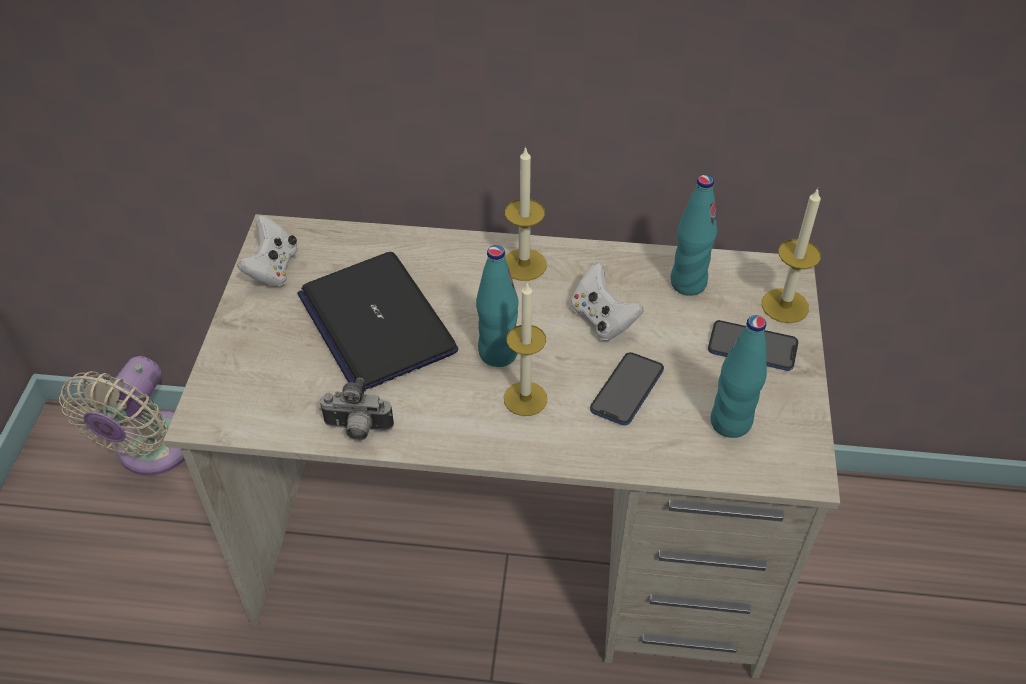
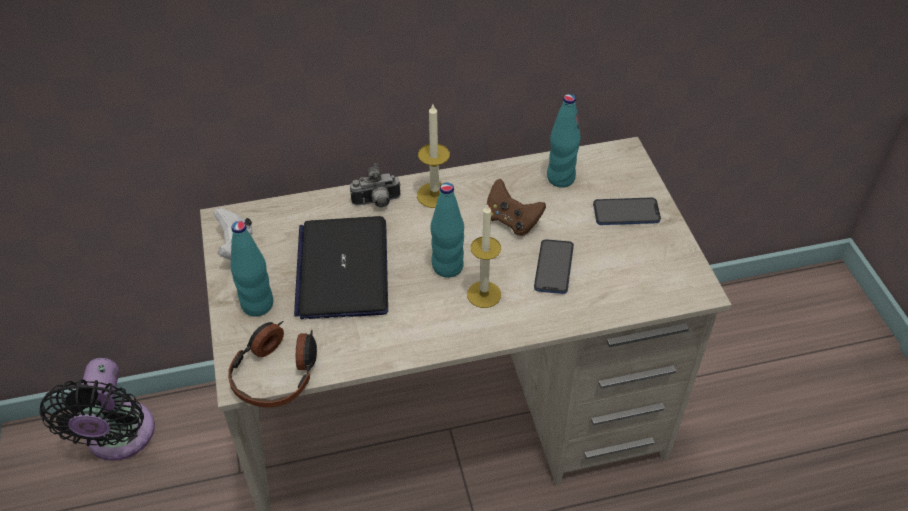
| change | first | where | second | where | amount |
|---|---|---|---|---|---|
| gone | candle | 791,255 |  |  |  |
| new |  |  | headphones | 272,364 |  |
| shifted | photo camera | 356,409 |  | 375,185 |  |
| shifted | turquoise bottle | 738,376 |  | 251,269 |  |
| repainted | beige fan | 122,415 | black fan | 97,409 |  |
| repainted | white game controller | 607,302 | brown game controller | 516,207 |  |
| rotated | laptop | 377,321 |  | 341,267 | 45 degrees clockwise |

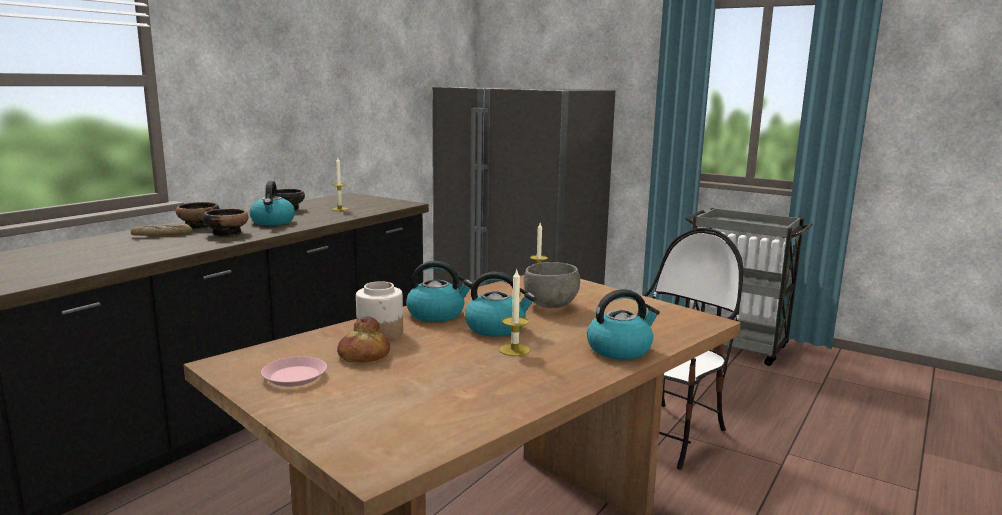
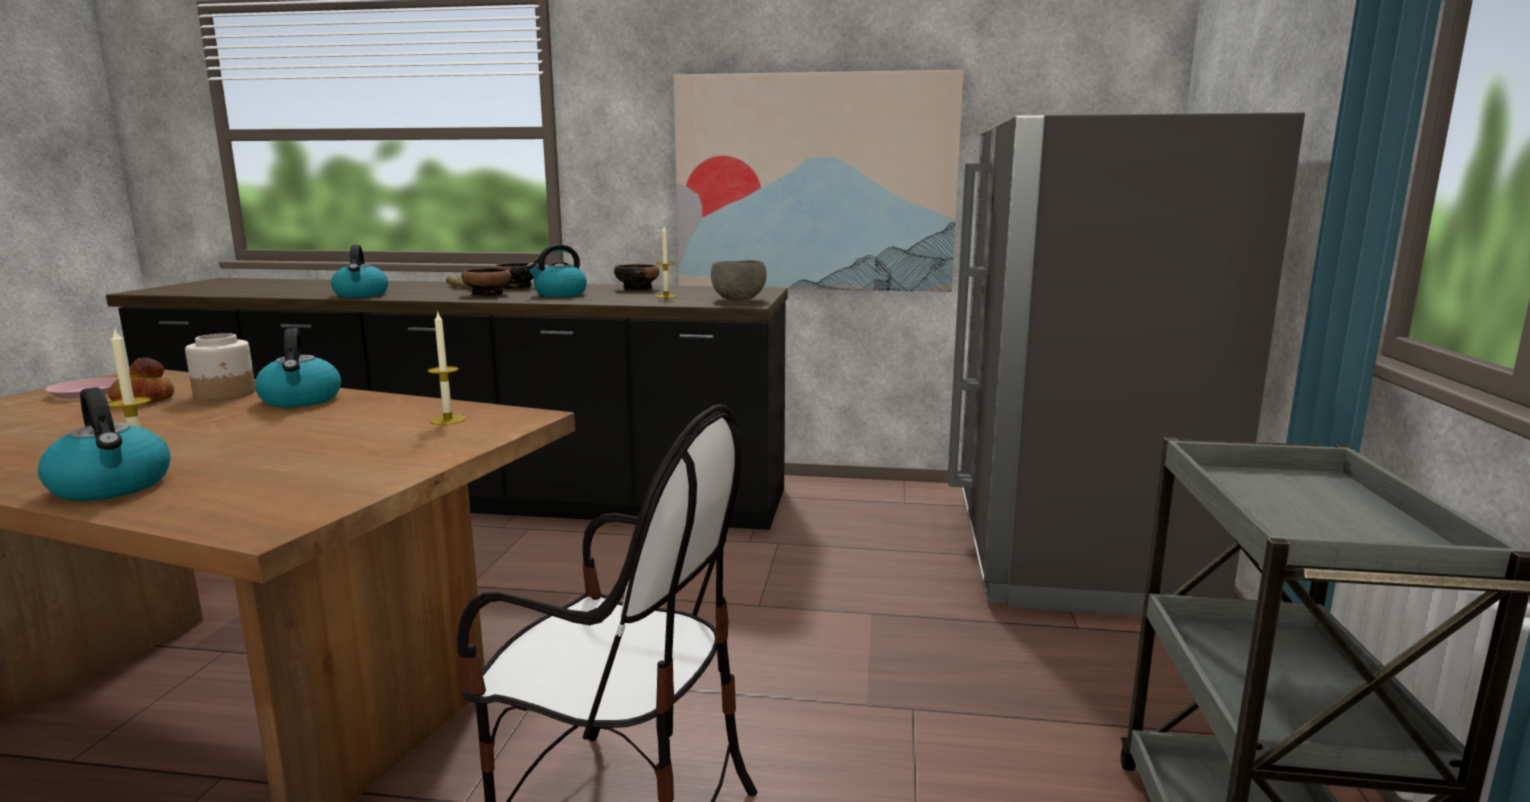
| change | first | where | second | where | amount |
|---|---|---|---|---|---|
| new |  |  | picture | 819,180 |  |
| shifted | kettle | 500,304 |  | 359,271 |  |
| shifted | grey bowl | 552,285 |  | 739,280 |  |

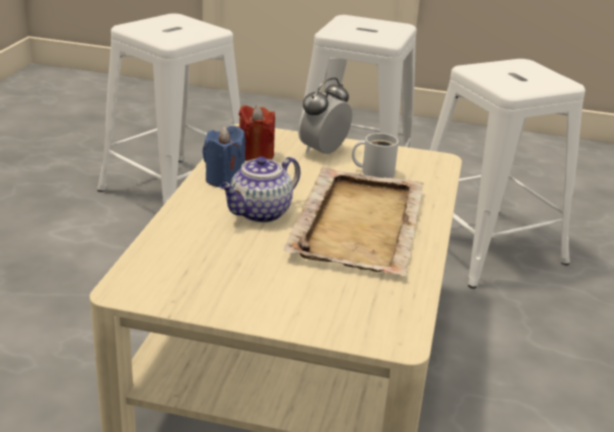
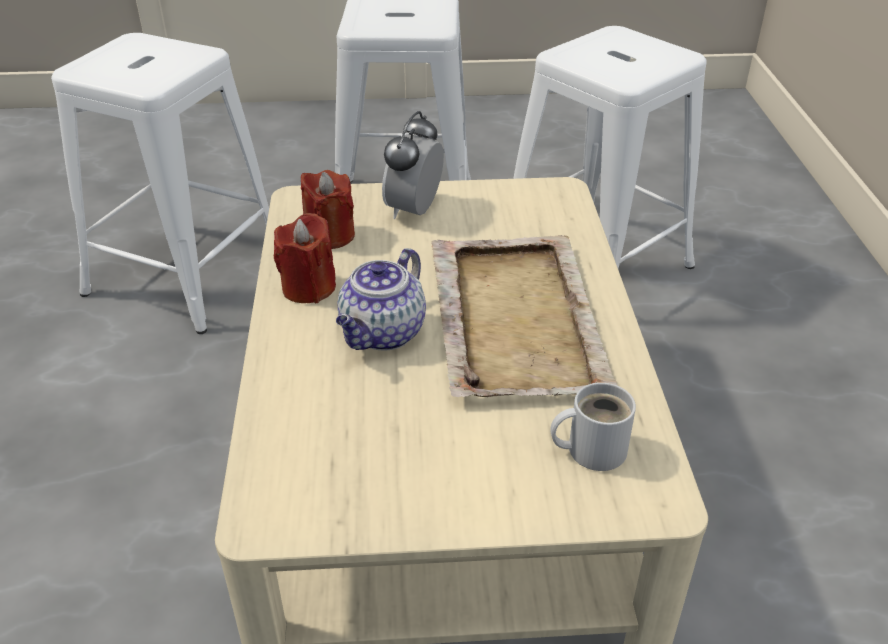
| change | first | where | second | where | amount |
|---|---|---|---|---|---|
| shifted | white mug | 375,155 |  | 593,426 |  |
| repainted | blue candle | 224,156 | red candle | 305,258 |  |

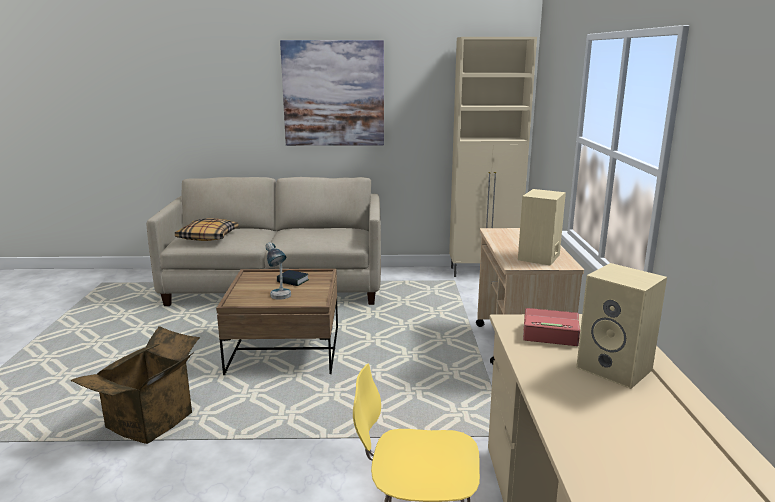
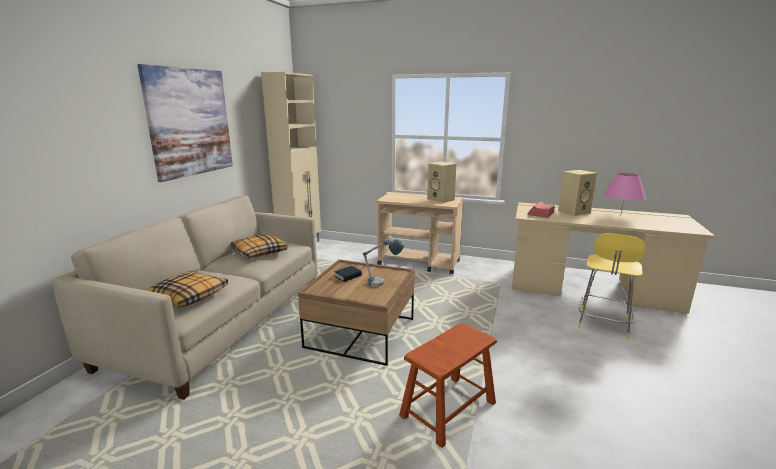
| change | first | where | second | where | amount |
|---|---|---|---|---|---|
| new |  |  | pillow | 259,246 |  |
| new |  |  | pink table lamp | 624,194 |  |
| swapped | cardboard box | 135,385 | brown stool | 448,385 |  |

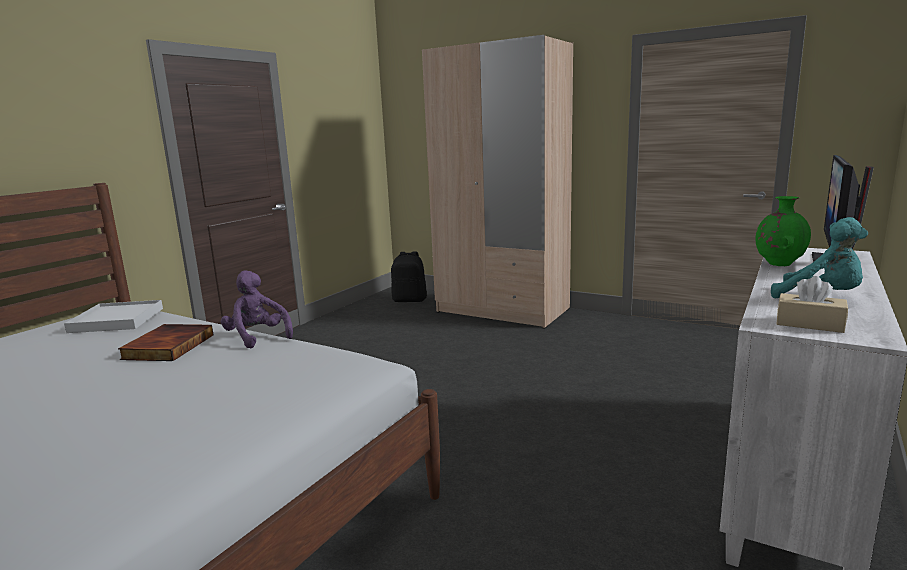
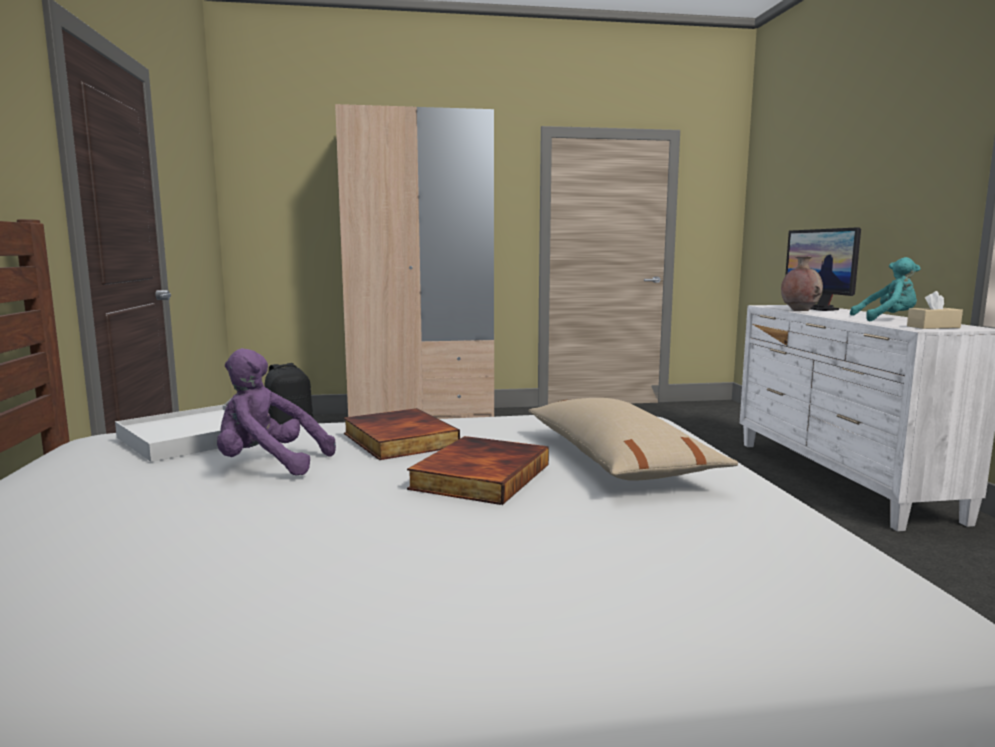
| change | first | where | second | where | amount |
|---|---|---|---|---|---|
| new |  |  | book | 478,470 |  |
| new |  |  | beige pillow | 633,439 |  |
| shifted | purple plush toy | 257,309 |  | 276,412 |  |
| repainted | green vase | 783,231 | brown vase | 802,283 |  |

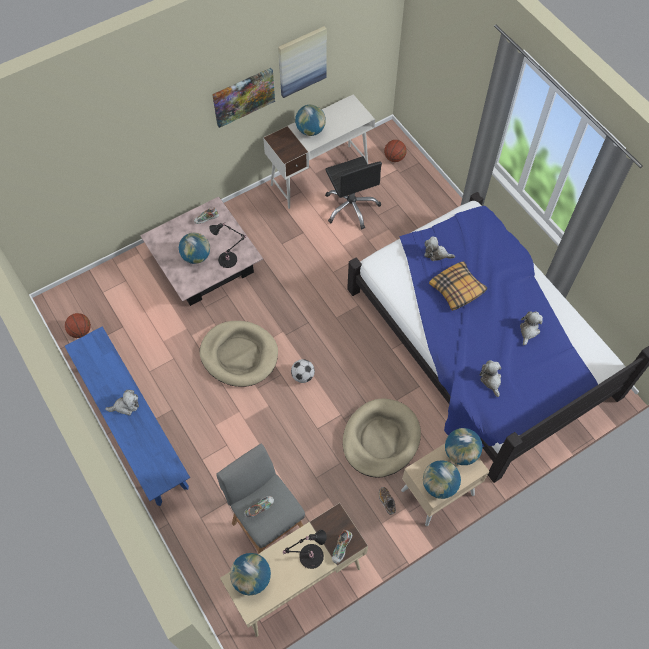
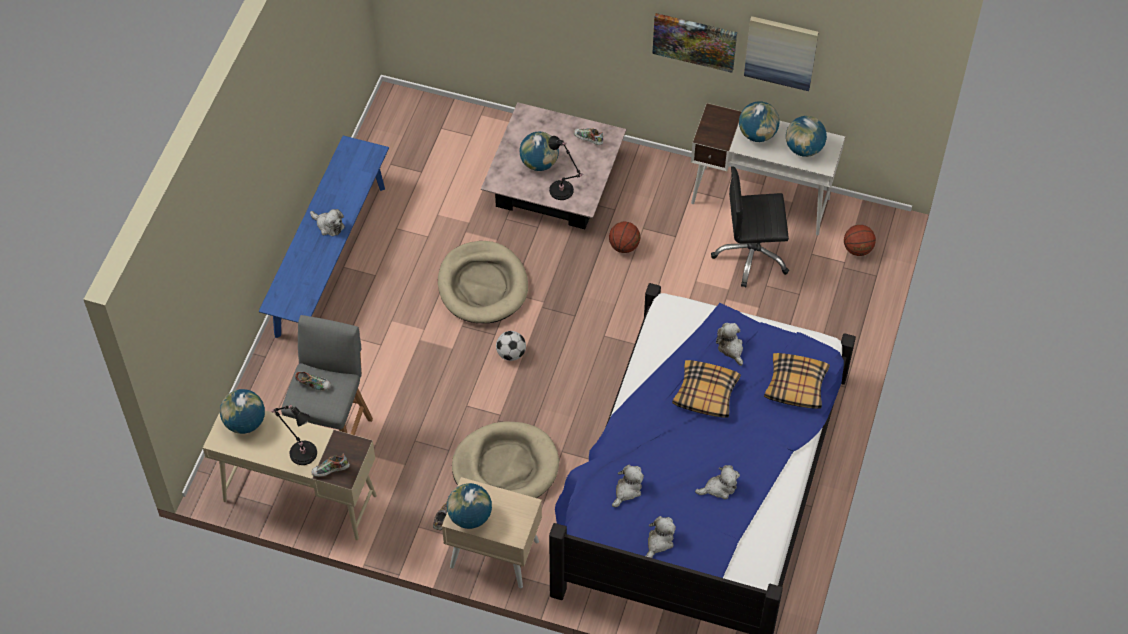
| change | first | where | second | where | amount |
|---|---|---|---|---|---|
| new |  |  | plush toy | 661,537 |  |
| new |  |  | pillow | 797,381 |  |
| shifted | basketball | 78,325 |  | 624,237 |  |
| shifted | globe | 464,446 |  | 806,136 |  |
| rotated | black office chair | 353,192 |  | 750,226 | 60 degrees clockwise |

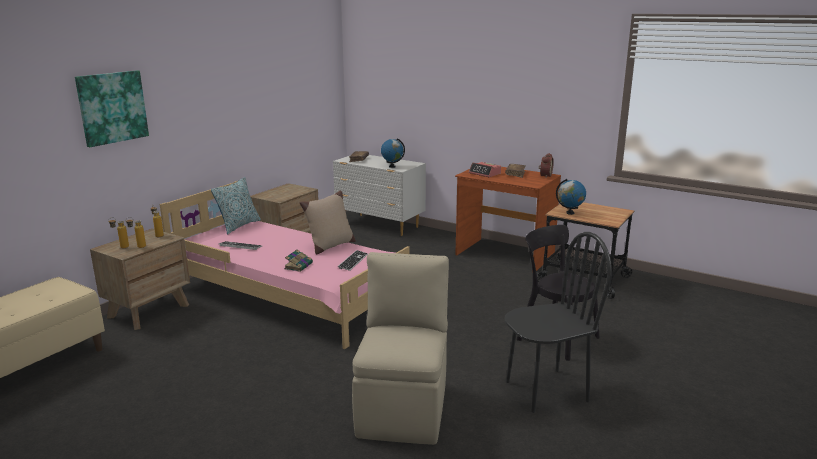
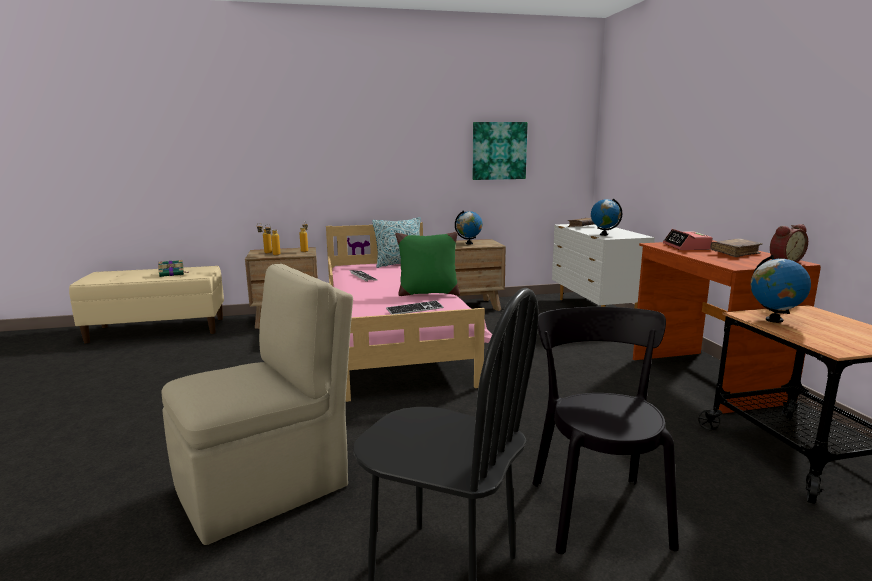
| change | first | where | second | where | amount |
|---|---|---|---|---|---|
| new |  |  | globe | 468,227 |  |
| shifted | picture | 112,108 |  | 500,151 |  |
| shifted | book | 298,260 |  | 173,268 |  |
| repainted | beige pillow | 328,222 | green pillow | 427,264 |  |

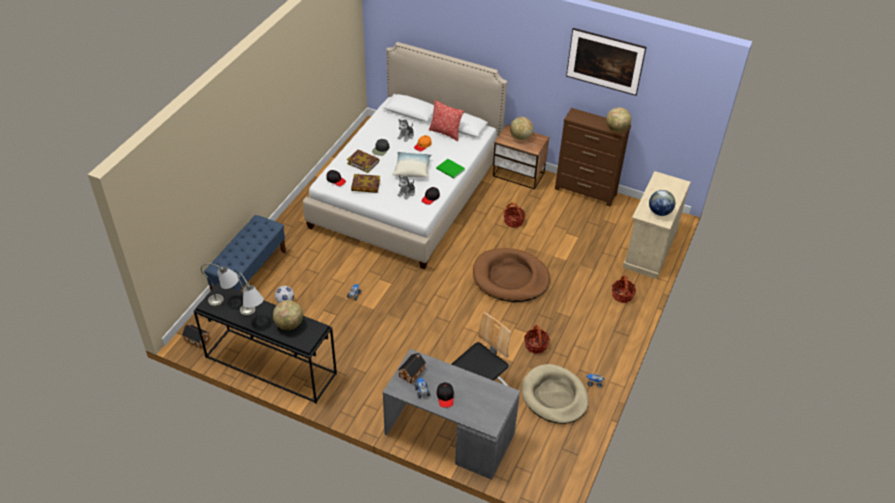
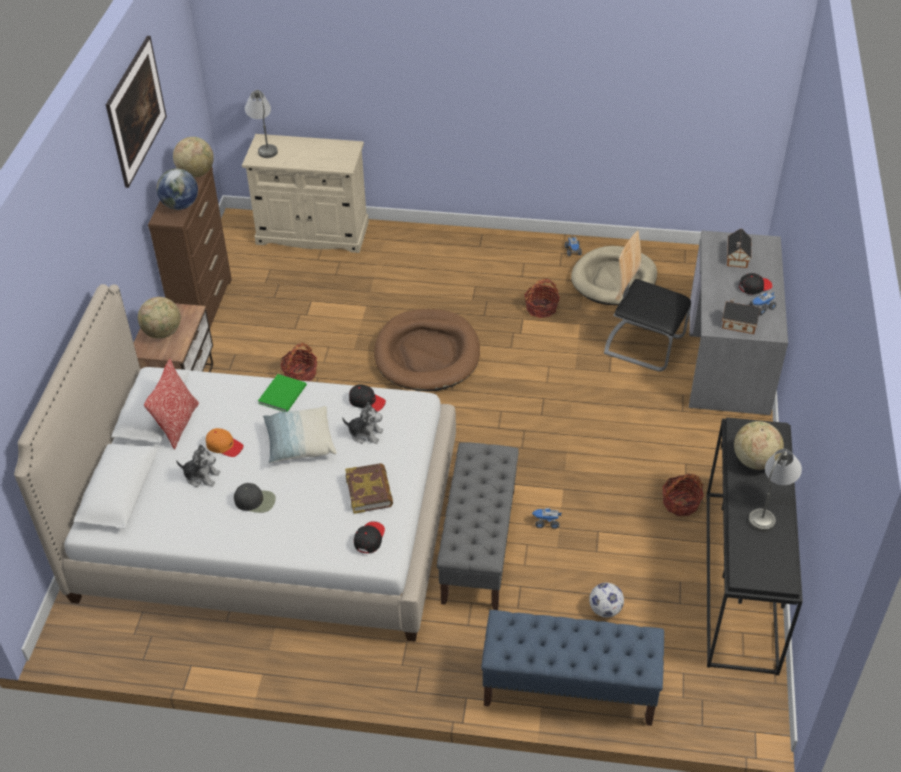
| change | first | where | second | where | amount |
|---|---|---|---|---|---|
| gone | book | 363,161 |  |  |  |
| new |  |  | grey bench | 478,526 |  |
| shifted | toy house | 196,335 |  | 739,248 |  |
| shifted | grey table lamp | 220,285 |  | 261,124 |  |
| shifted | basket | 624,289 |  | 683,495 |  |
| shifted | globe | 662,203 |  | 177,189 |  |

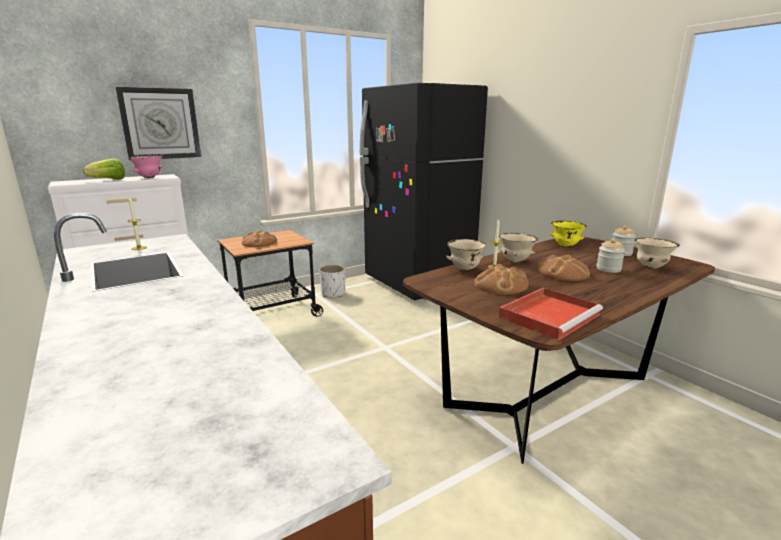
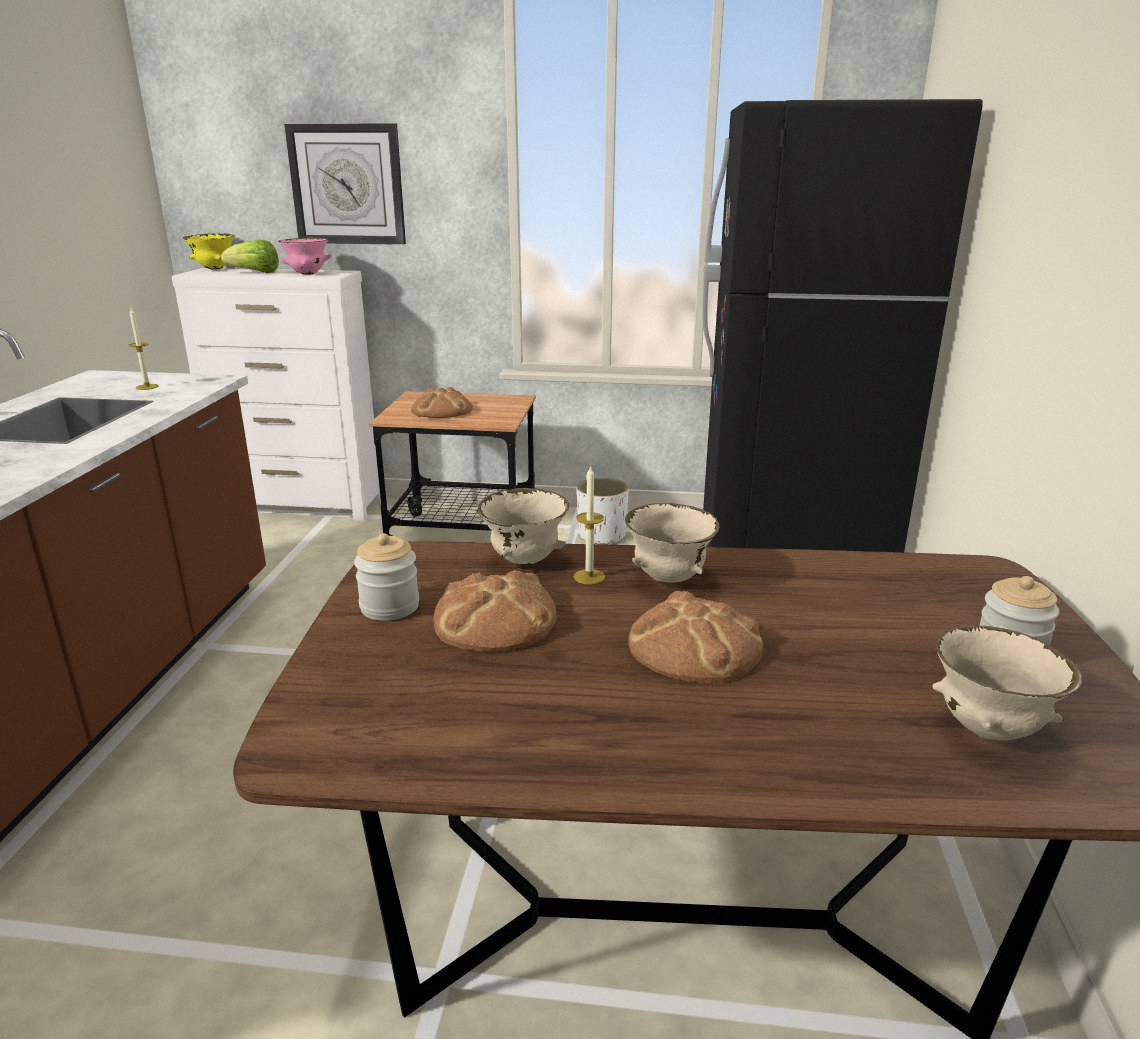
| change | first | where | second | where | amount |
|---|---|---|---|---|---|
| gone | red tray | 551,314 |  |  |  |
| shifted | yellow bowl | 567,234 |  | 208,251 |  |
| shifted | jar | 610,256 |  | 386,577 |  |

